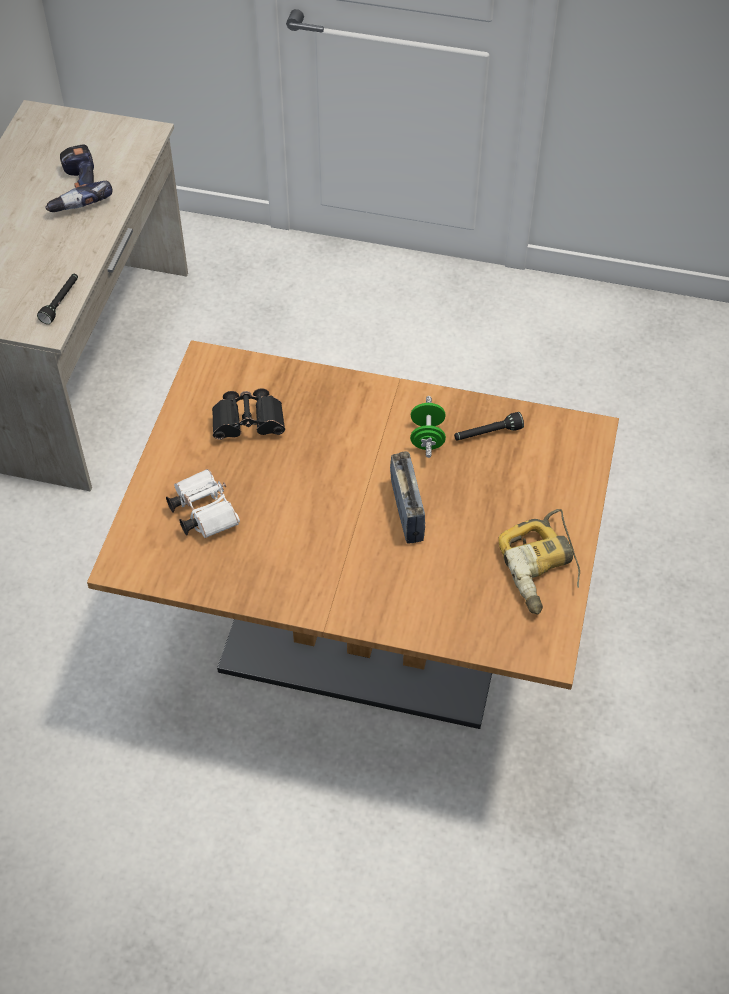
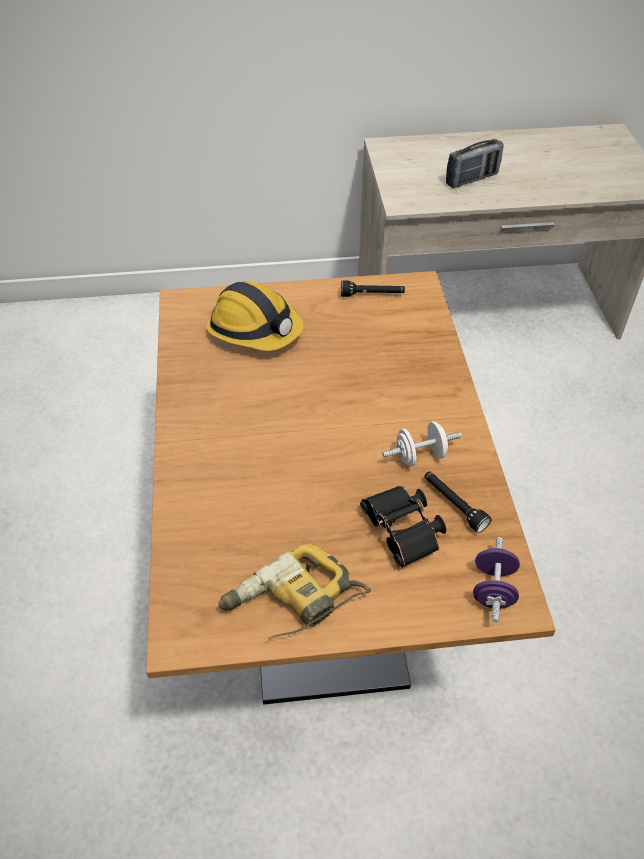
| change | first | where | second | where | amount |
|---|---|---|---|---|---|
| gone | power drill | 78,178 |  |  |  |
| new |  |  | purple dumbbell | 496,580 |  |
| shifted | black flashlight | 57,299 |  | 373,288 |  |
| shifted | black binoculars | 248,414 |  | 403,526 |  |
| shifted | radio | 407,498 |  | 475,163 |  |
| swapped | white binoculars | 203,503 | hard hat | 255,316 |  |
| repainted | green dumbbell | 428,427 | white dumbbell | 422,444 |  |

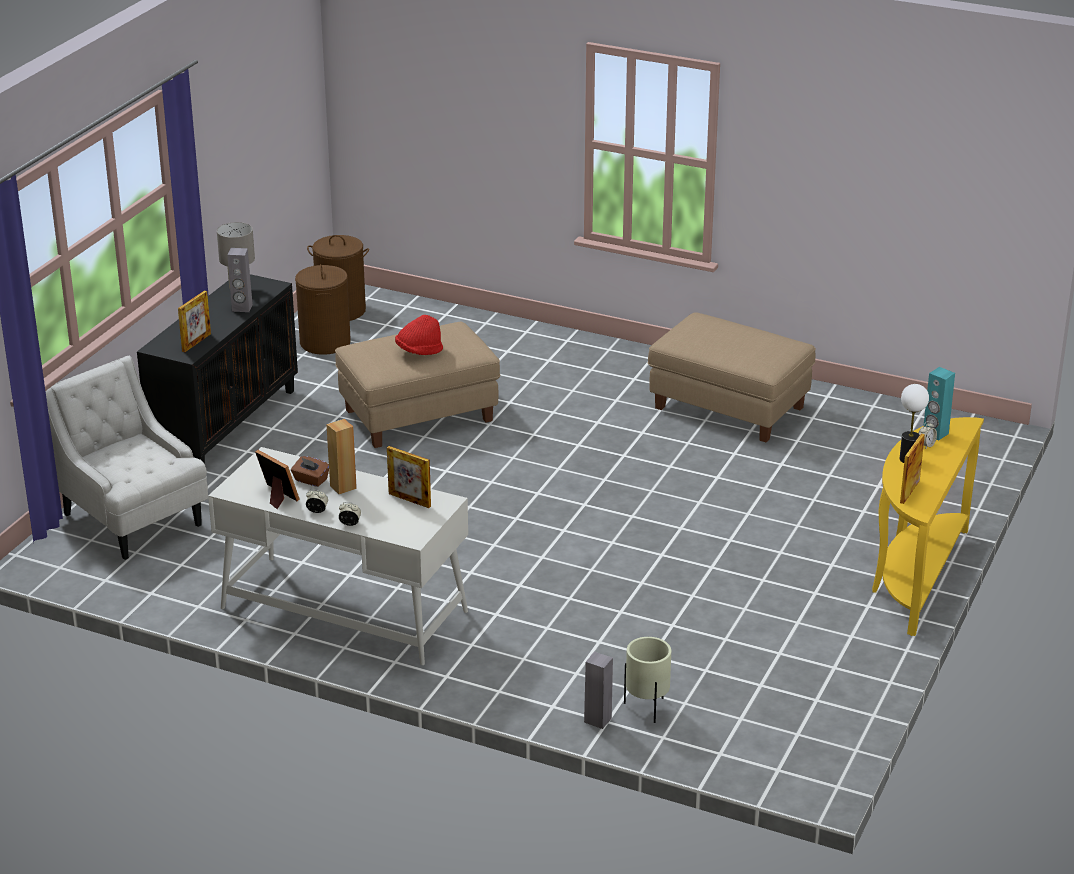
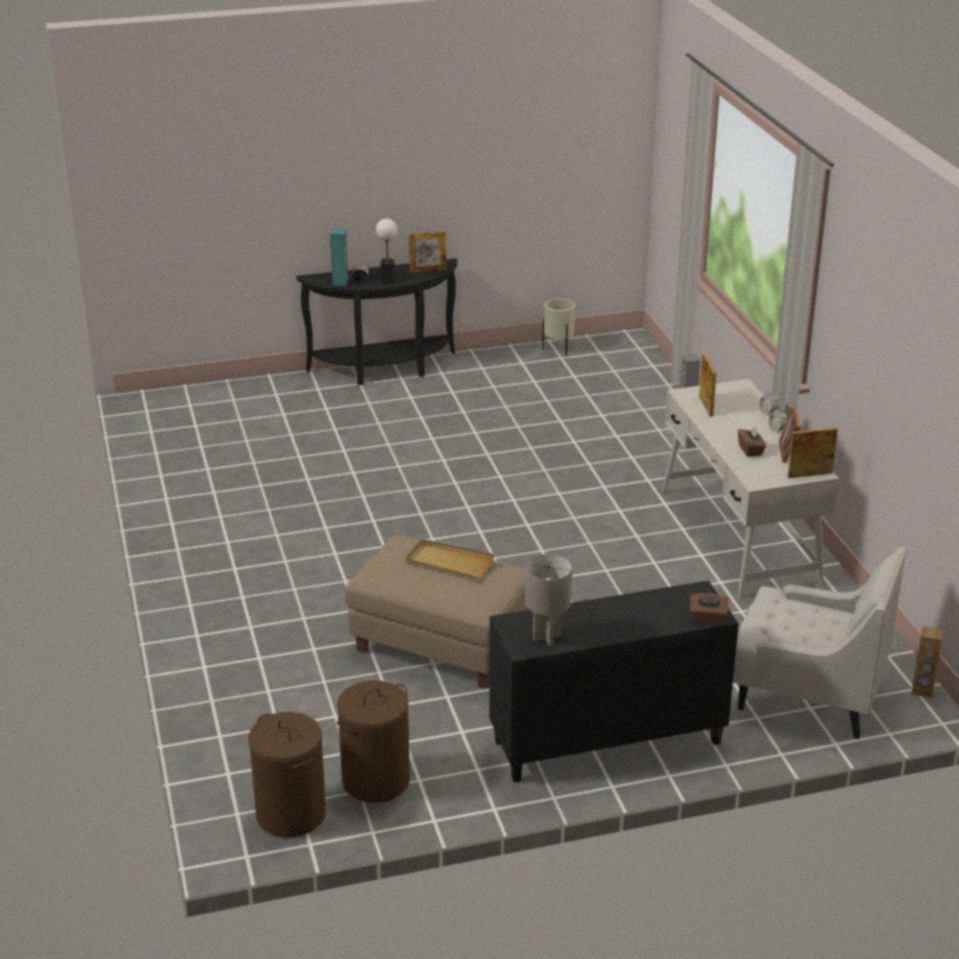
| change | first | where | second | where | amount |
|---|---|---|---|---|---|
| gone | grey speaker | 240,280 |  |  |  |
| gone | beige ottoman | 732,377 |  |  |  |
| new |  |  | brown tissue box | 709,608 |  |
| shifted | picture frame | 194,321 |  | 813,452 |  |
| shifted | brown speaker | 341,456 |  | 927,662 |  |
| shifted | beige planter | 647,680 |  | 558,327 |  |
| swapped | red hat | 419,335 | beige tray | 450,559 |  |
| repainted | yellow console table | 928,526 | black console table | 376,321 |  |
| rotated | white armchair | 126,458 |  | 819,643 | 75 degrees counterclockwise |

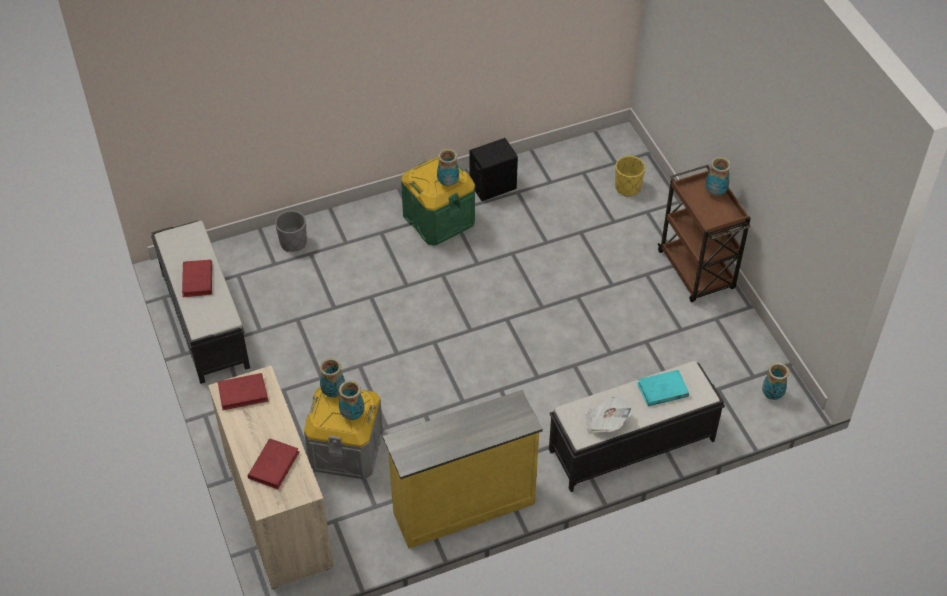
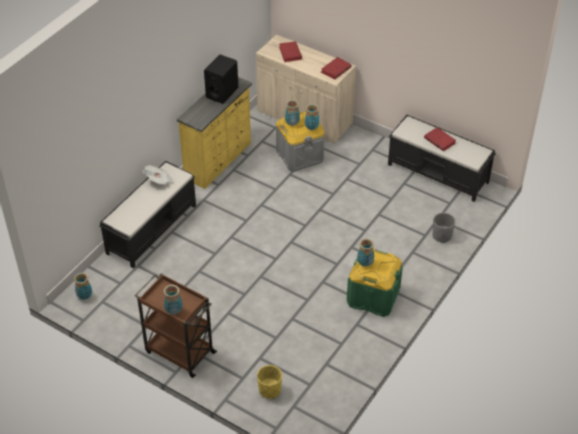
| change | first | where | second | where | amount |
|---|---|---|---|---|---|
| gone | turquoise book | 663,388 |  |  |  |
| shifted | black speaker | 494,169 |  | 221,79 |  |

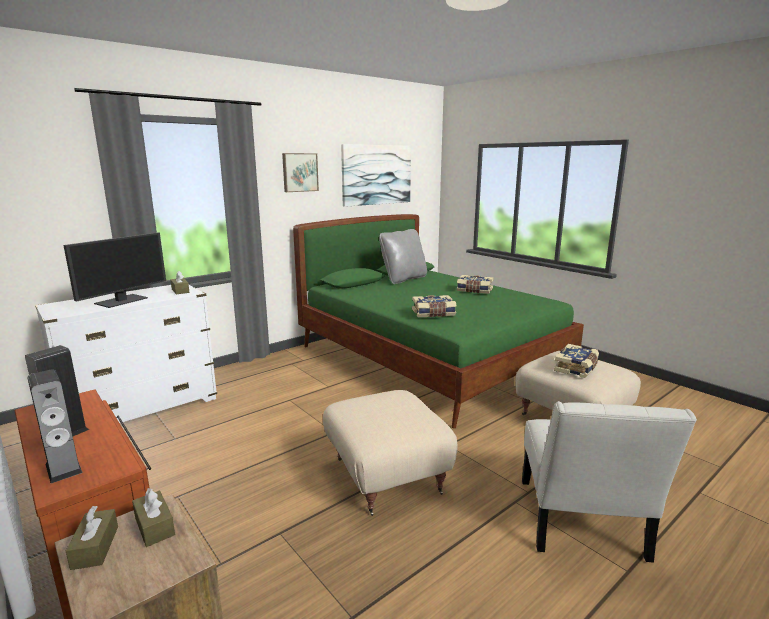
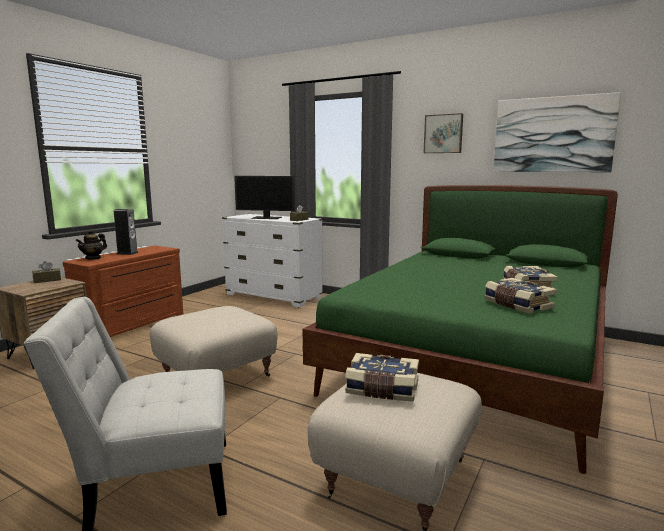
| change | first | where | second | where | amount |
|---|---|---|---|---|---|
| gone | brown tissue box | 153,517 |  |  |  |
| gone | grey pillow | 403,256 |  |  |  |
| shifted | book | 434,306 |  | 520,296 |  |
| swapped | speaker | 55,426 | teapot | 91,245 |  |

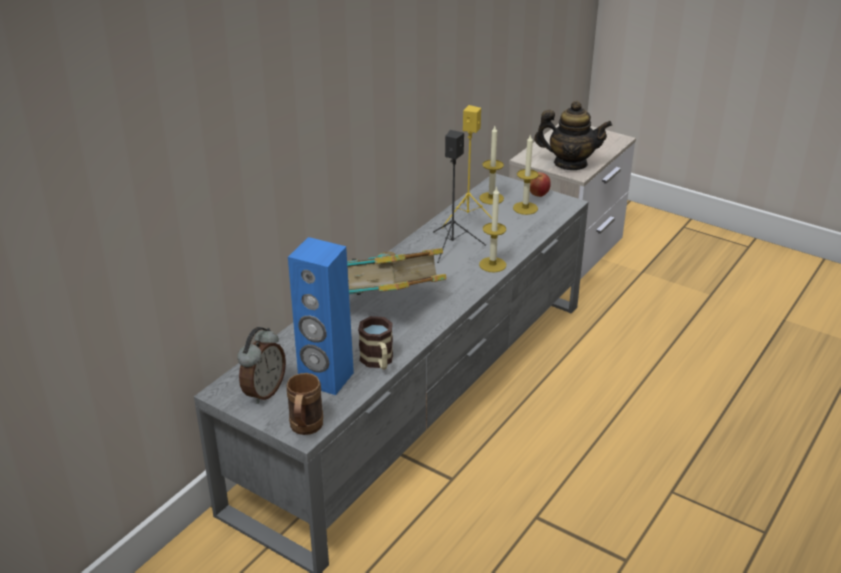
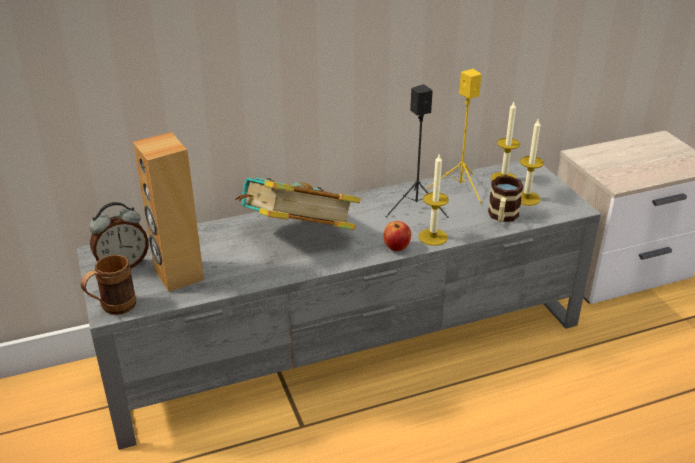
| change | first | where | second | where | amount |
|---|---|---|---|---|---|
| gone | teapot | 573,135 |  |  |  |
| shifted | mug | 375,343 |  | 506,199 |  |
| shifted | apple | 540,184 |  | 397,236 |  |
| repainted | blue speaker | 321,316 | brown speaker | 168,212 |  |

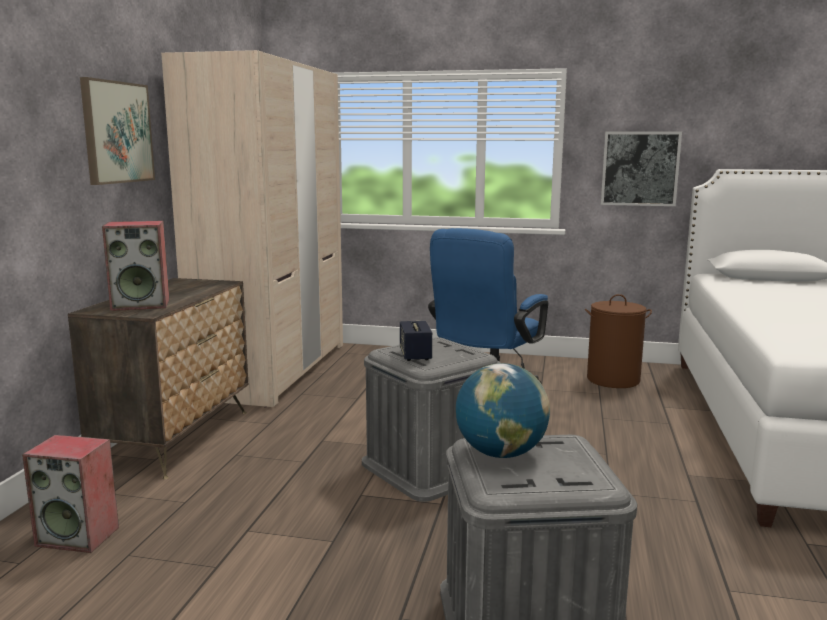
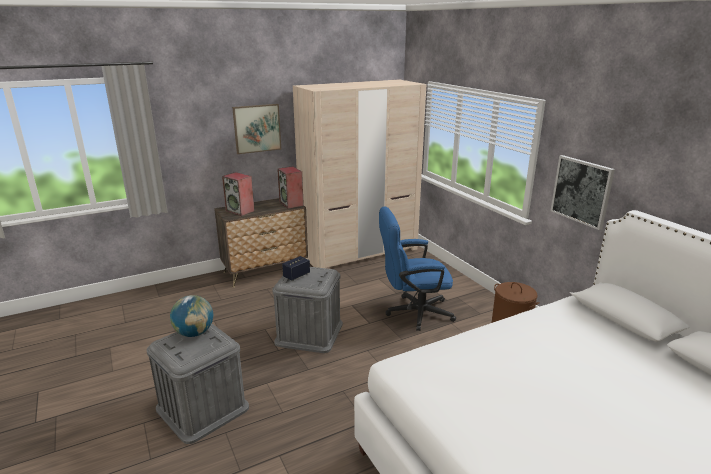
| change | first | where | second | where | amount |
|---|---|---|---|---|---|
| shifted | speaker | 70,494 |  | 290,187 |  |

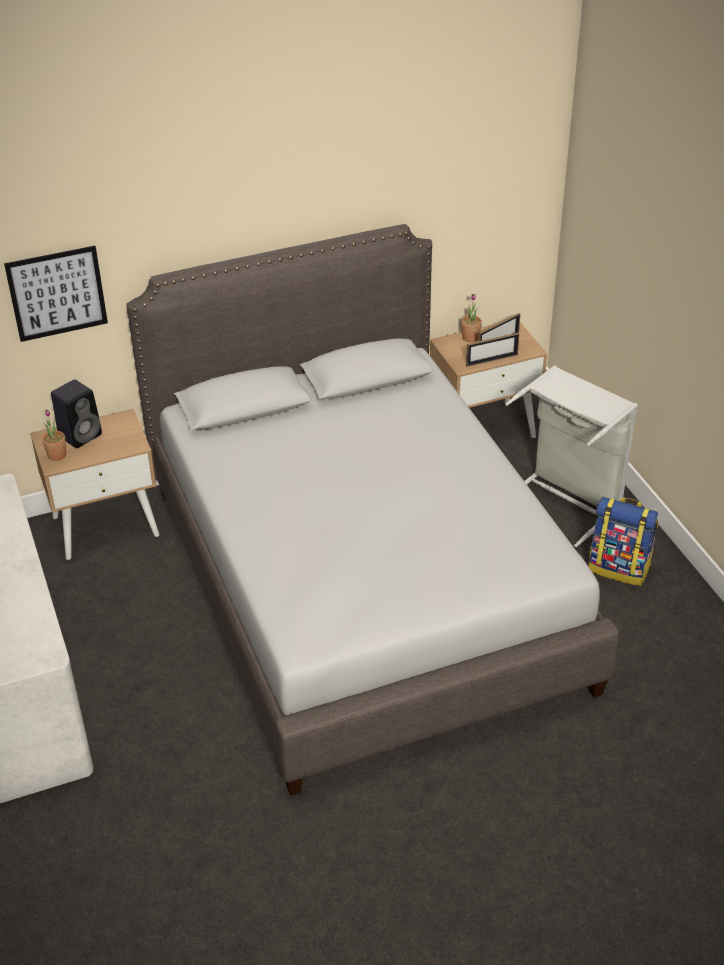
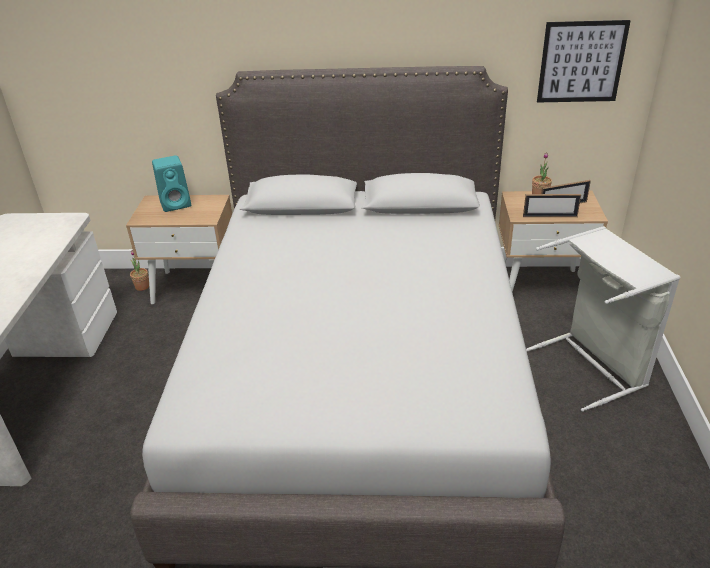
| change | first | where | second | where | amount |
|---|---|---|---|---|---|
| gone | backpack | 623,541 |  |  |  |
| shifted | picture | 56,294 |  | 584,61 |  |
| shifted | potted plant | 54,435 |  | 139,270 |  |
| repainted | black speaker | 76,413 | turquoise speaker | 171,183 |  |

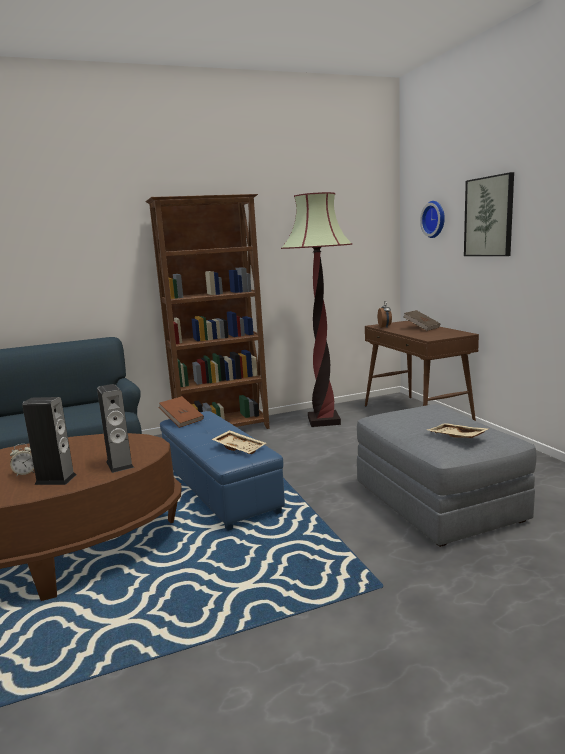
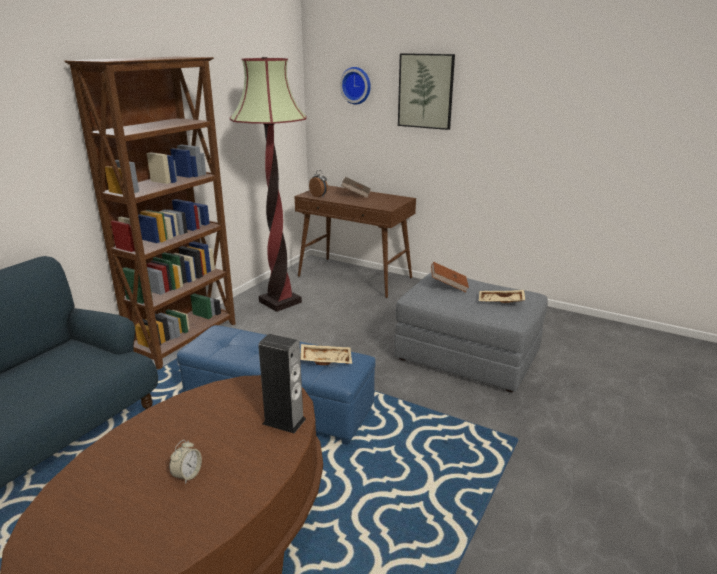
| change | first | where | second | where | amount |
|---|---|---|---|---|---|
| gone | speaker | 49,441 |  |  |  |
| shifted | brown book | 181,412 |  | 450,277 |  |

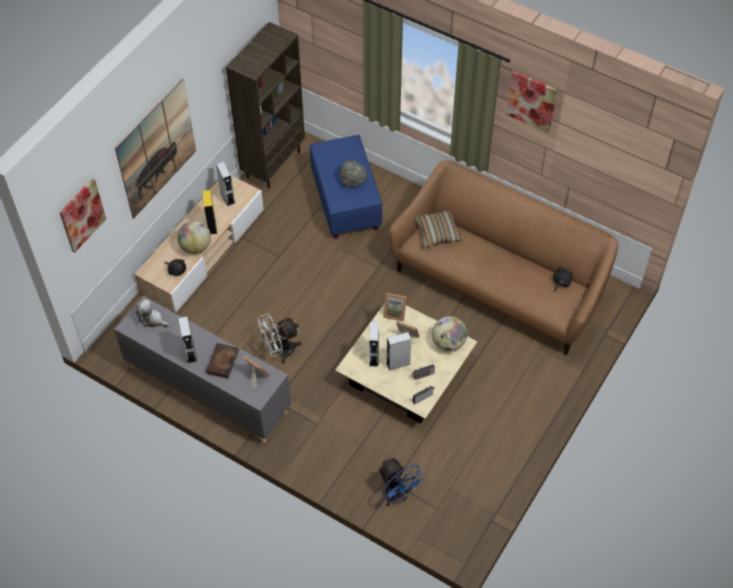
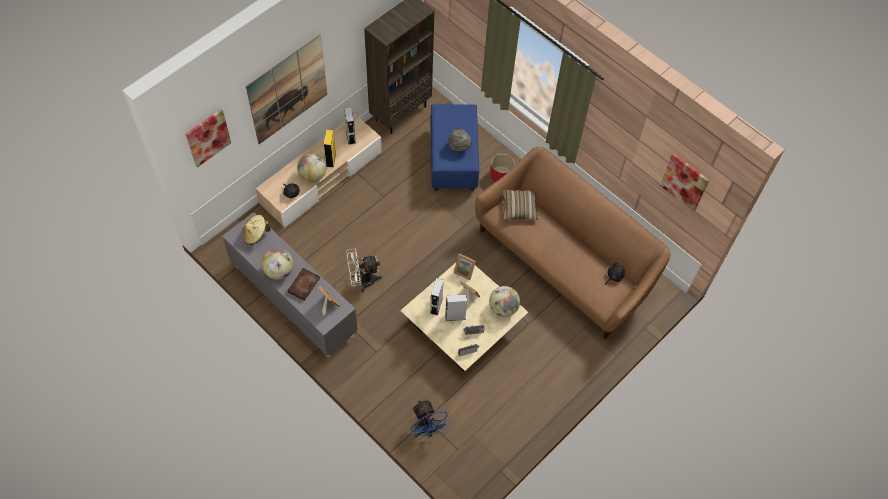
| change | first | where | second | where | amount |
|---|---|---|---|---|---|
| new |  |  | red planter | 502,168 |  |
| shifted | picture | 531,102 |  | 684,182 |  |
| swapped | plush toy | 152,313 | beige hat | 256,230 |  |
| swapped | grey speaker | 187,339 | globe | 277,263 |  |

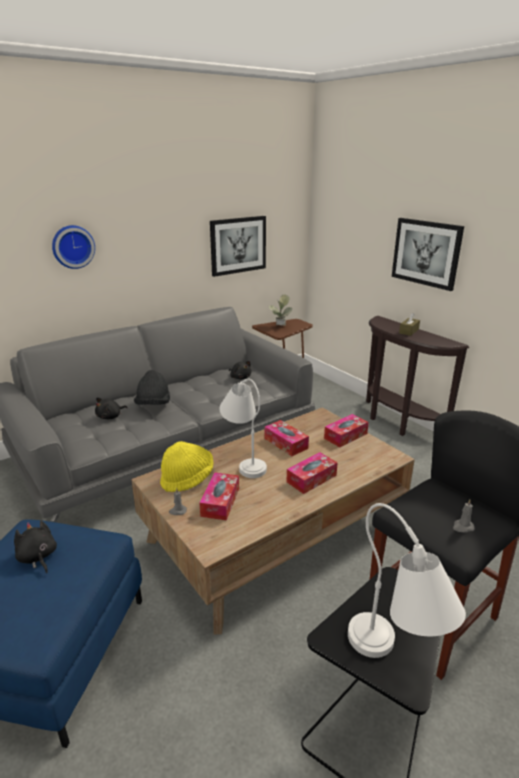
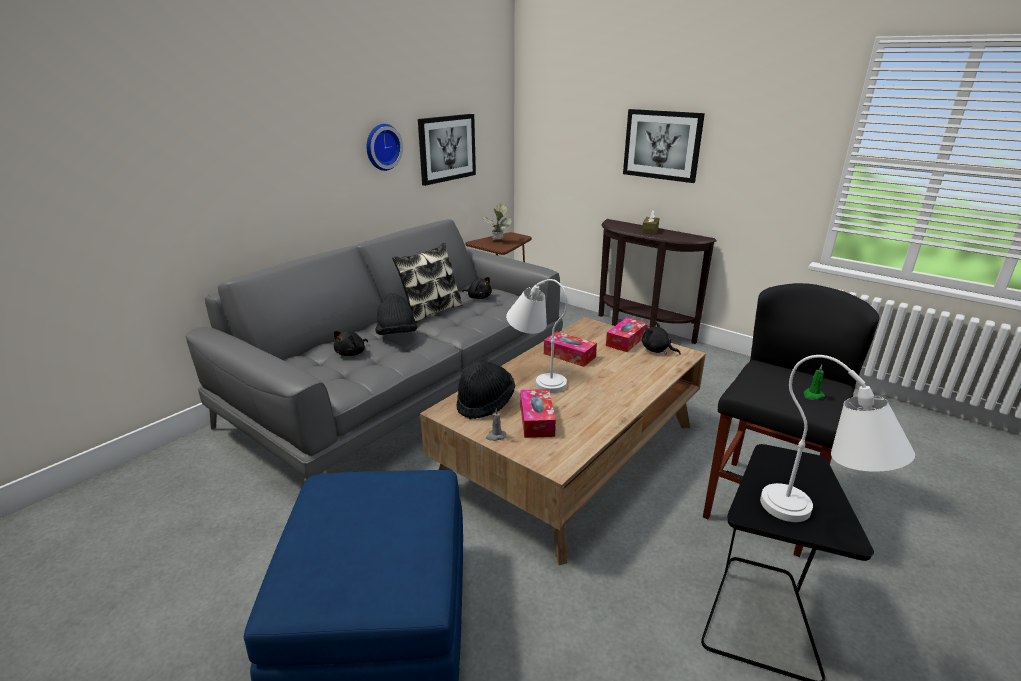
| change | first | where | second | where | amount |
|---|---|---|---|---|---|
| gone | tissue box | 312,473 |  |  |  |
| new |  |  | pillow | 427,282 |  |
| shifted | black plush toy | 35,547 |  | 661,338 |  |
| shifted | wall clock | 73,247 |  | 385,147 |  |
| repainted | yellow hat | 186,466 | black hat | 485,389 |  |
| repainted | grey candle | 464,516 | green candle | 814,382 |  |

